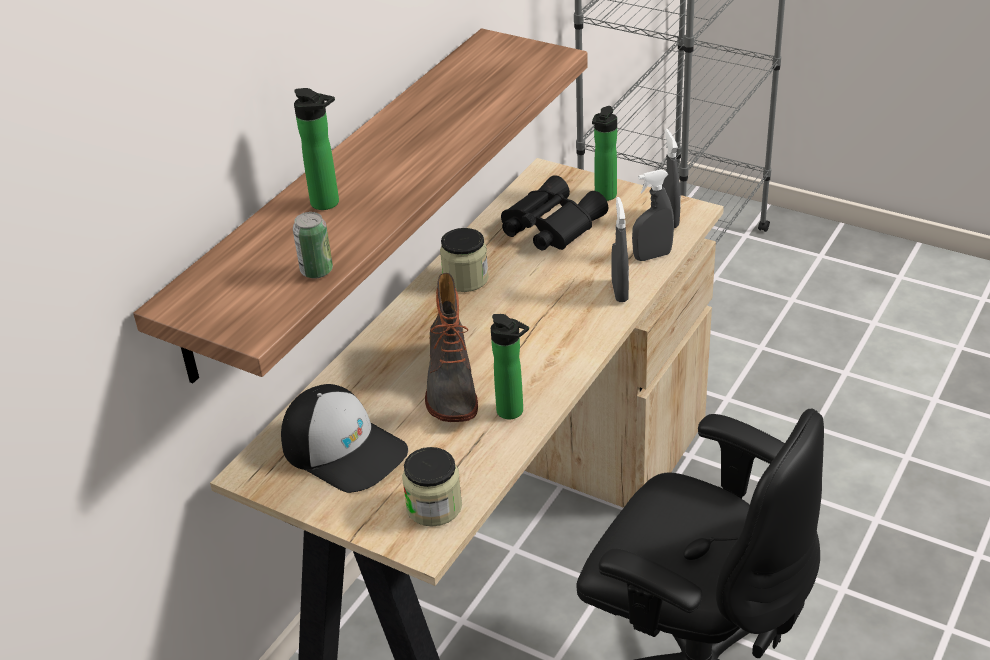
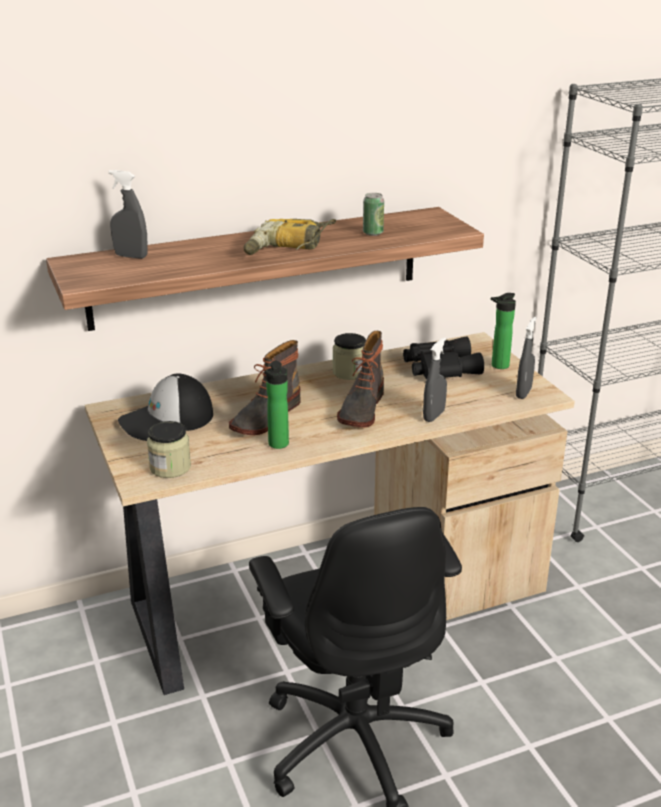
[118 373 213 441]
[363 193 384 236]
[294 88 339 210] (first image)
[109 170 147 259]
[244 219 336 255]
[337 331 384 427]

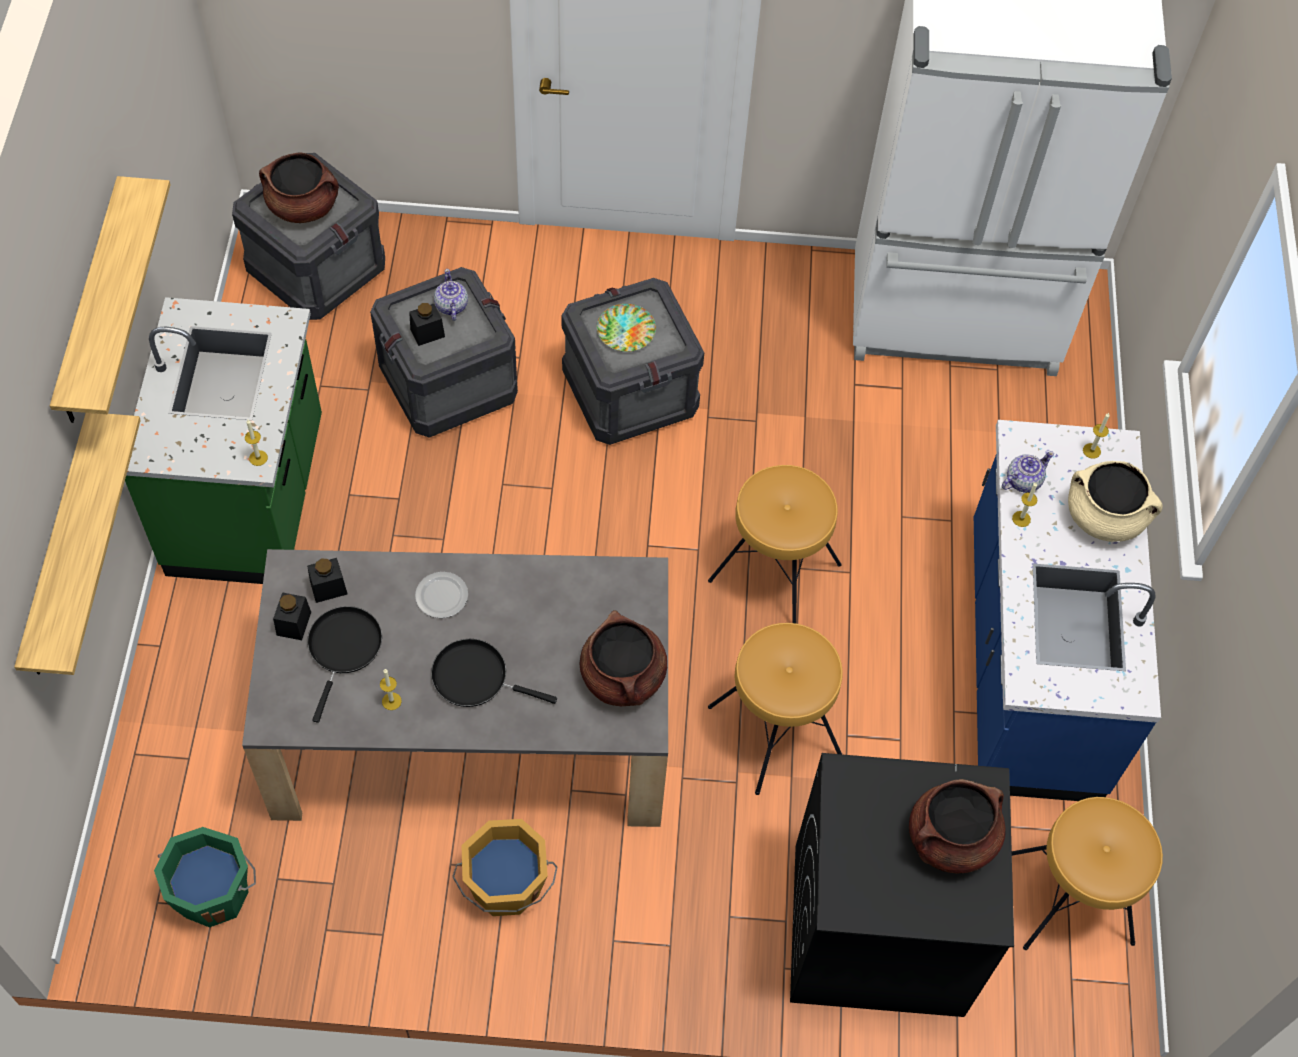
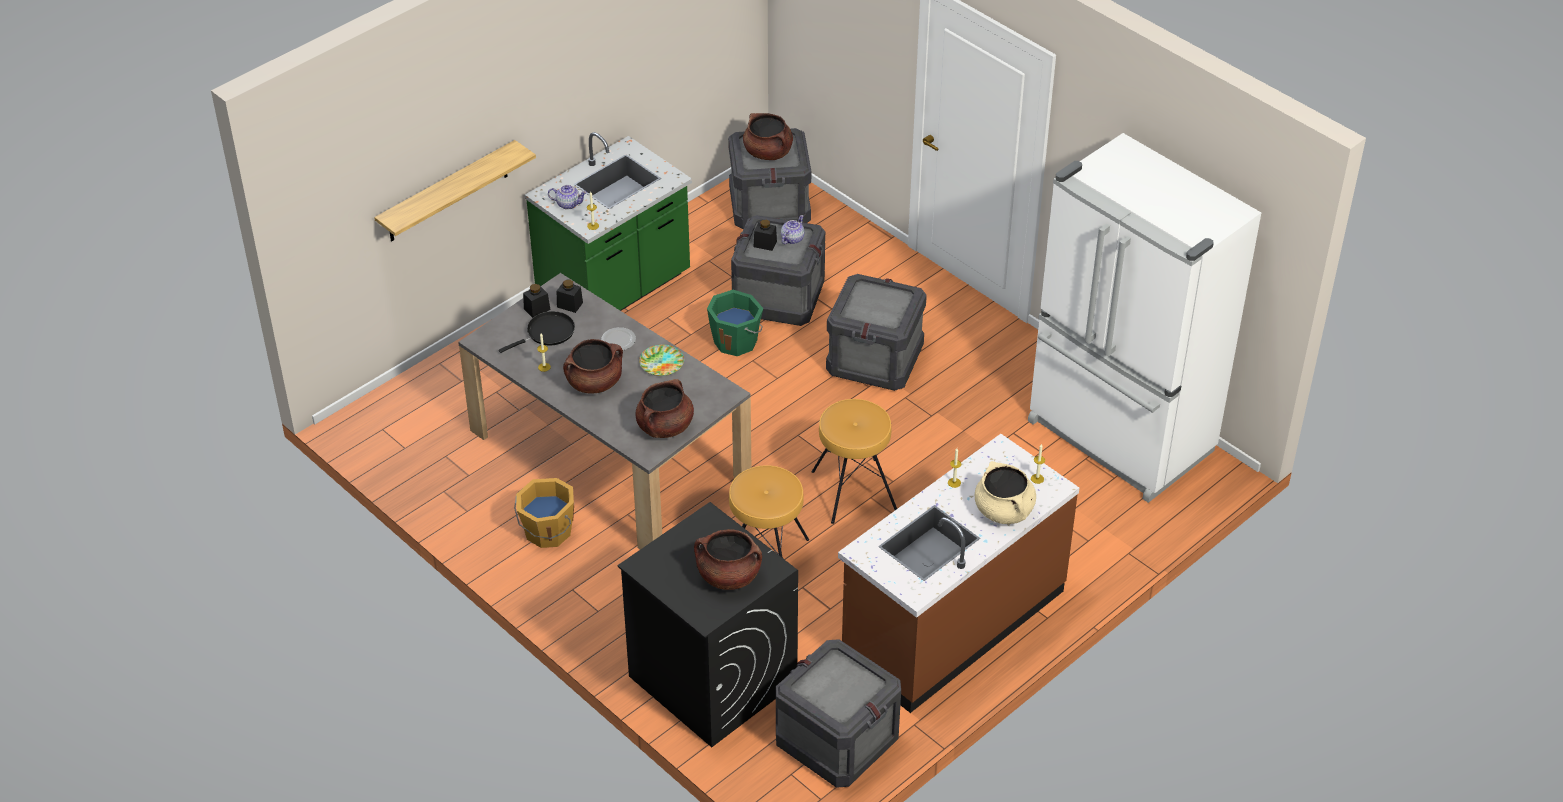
[50 176 171 423] (first image)
[707 290 764 356]
[563 339 623 394]
[639 345 684 376]
[838 434 1079 713]
[548 185 587 210]
[776 639 901 788]

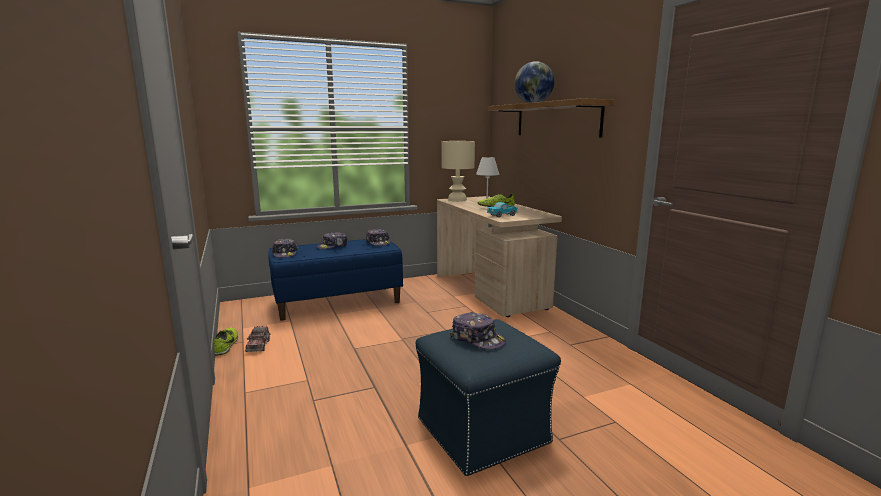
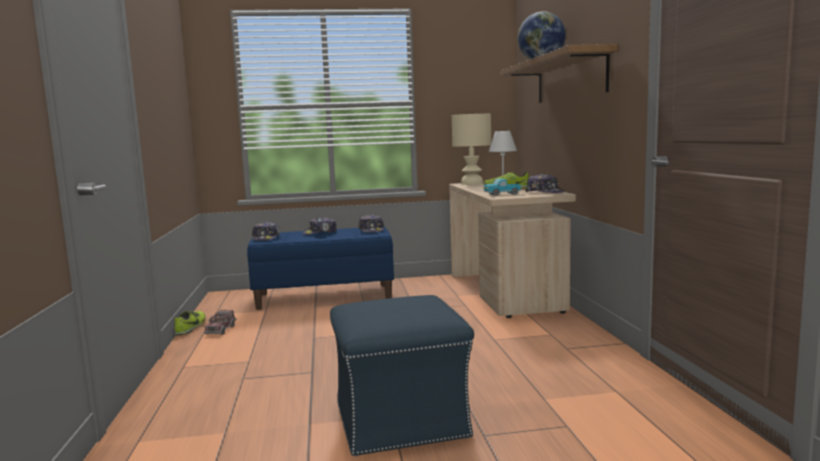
[525 174 565 193]

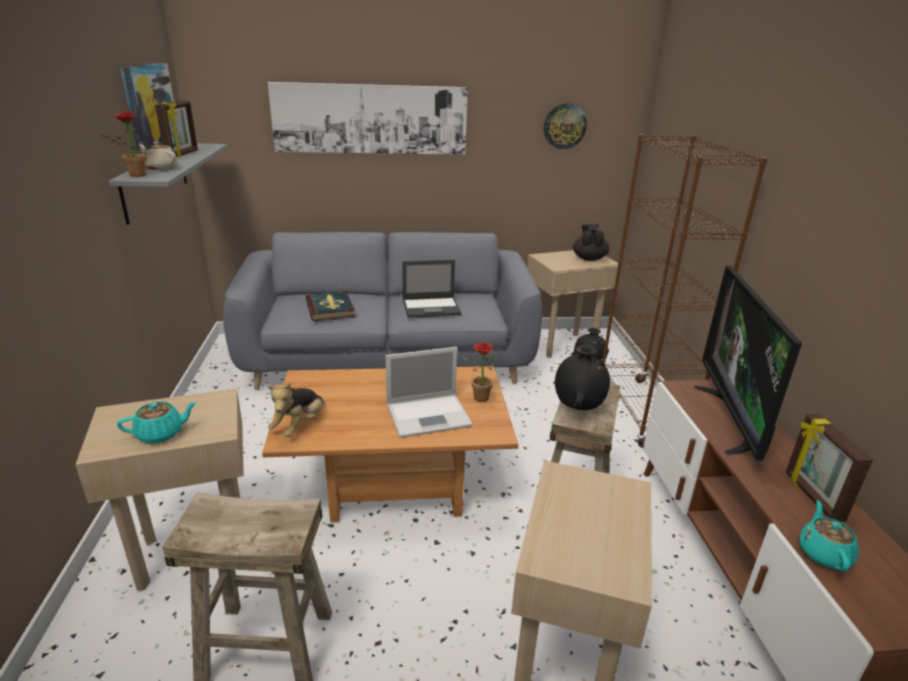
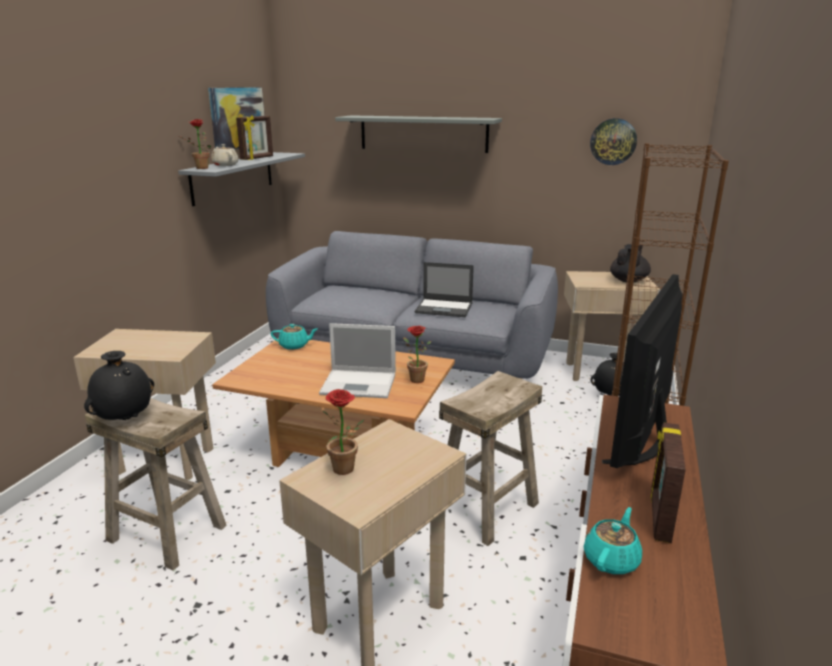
[271 324 317 350]
[267 382 324 437] (first image)
[335 115 502 153]
[306 291 355 321] (first image)
[84 351 154 420]
[322 389 365 475]

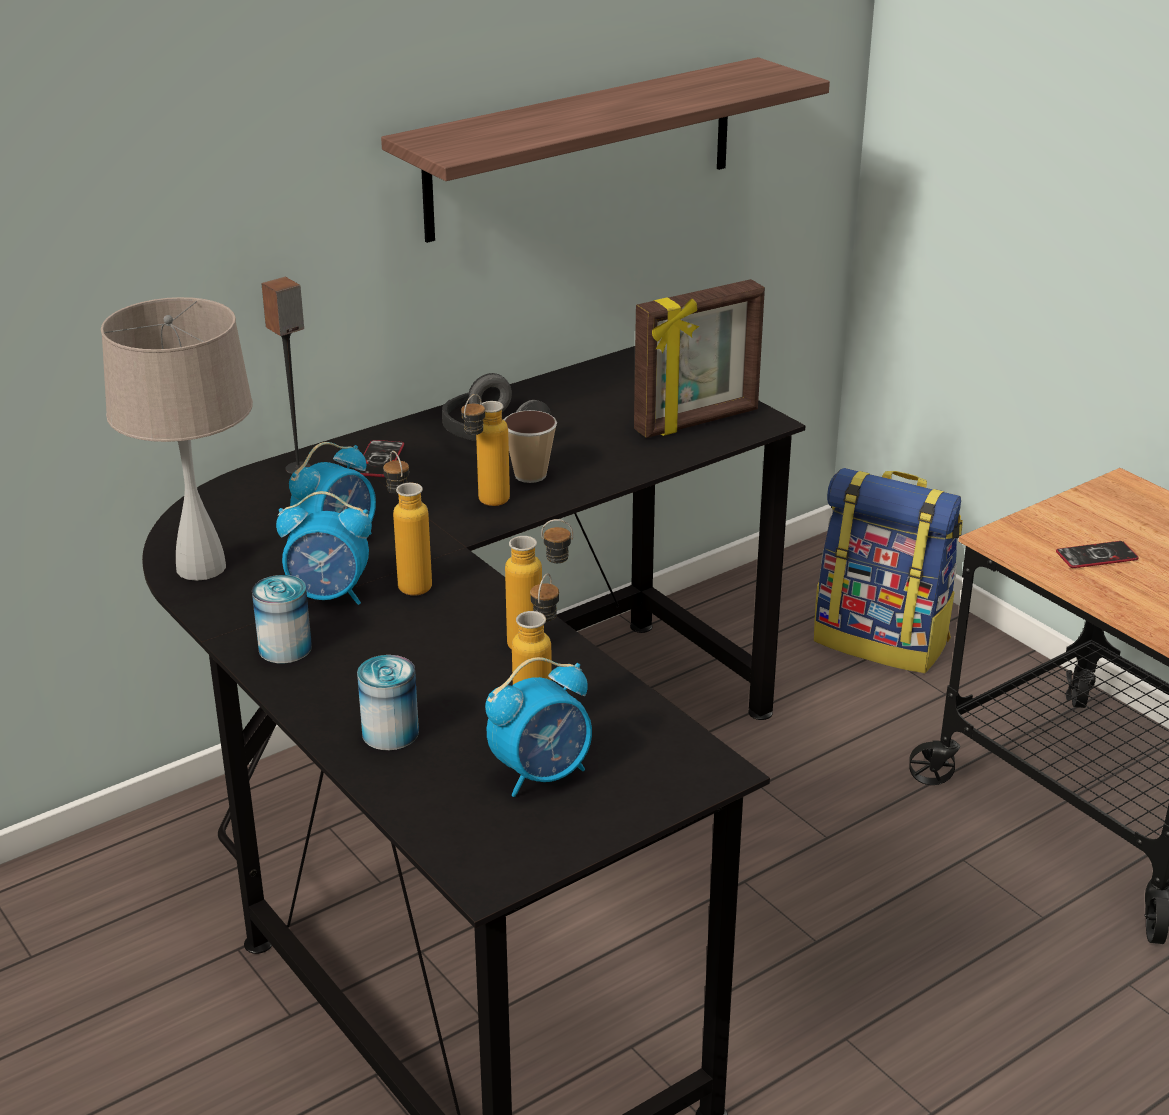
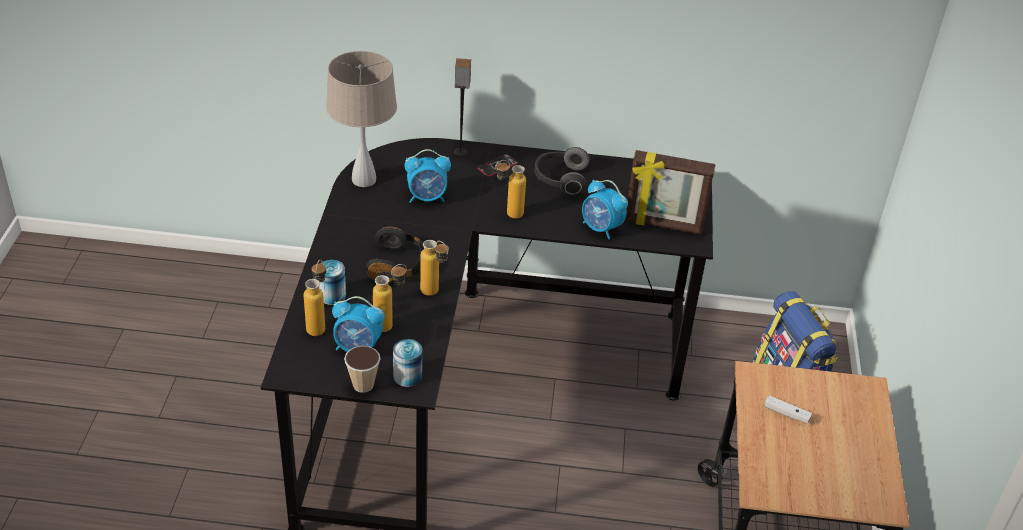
[393 339 422 387]
[582 180 628 239]
[381 57 830 243] (first image)
[304 259 326 336]
[344 346 381 393]
[765 395 812 424]
[366 226 424 282]

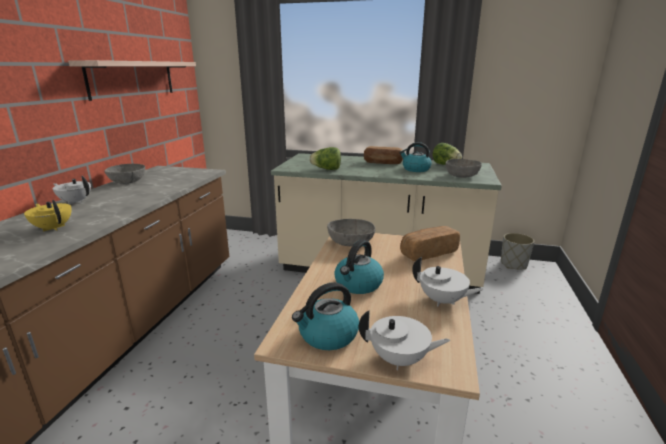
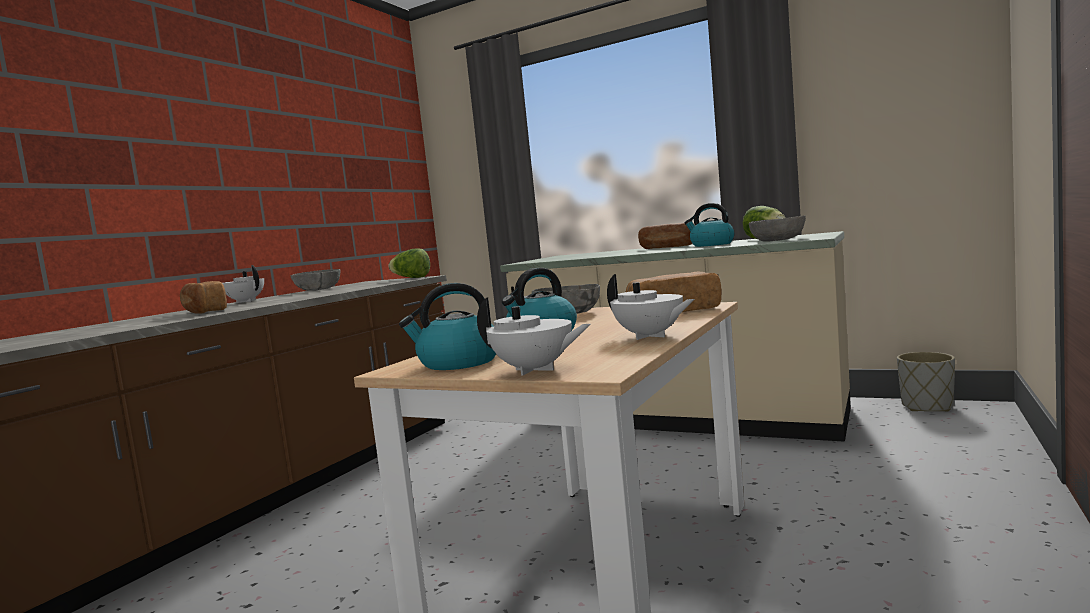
[180 281 227 314]
[68 60 196 101] (first image)
[389 248 430 278]

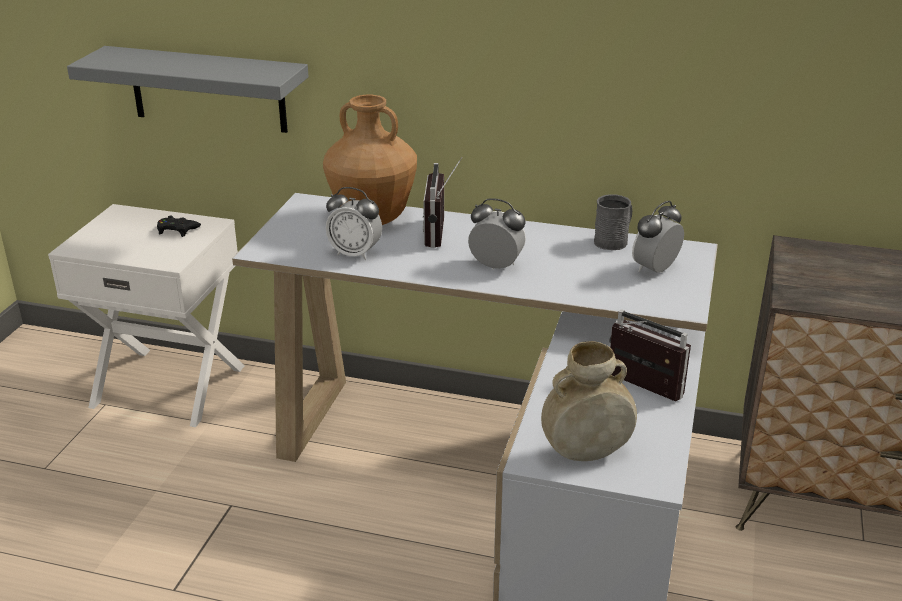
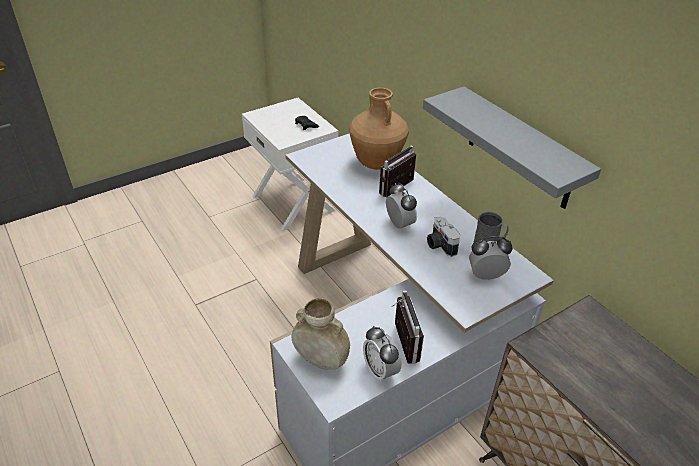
[423 86 601 209]
[363 326 402 383]
[427 216 460 257]

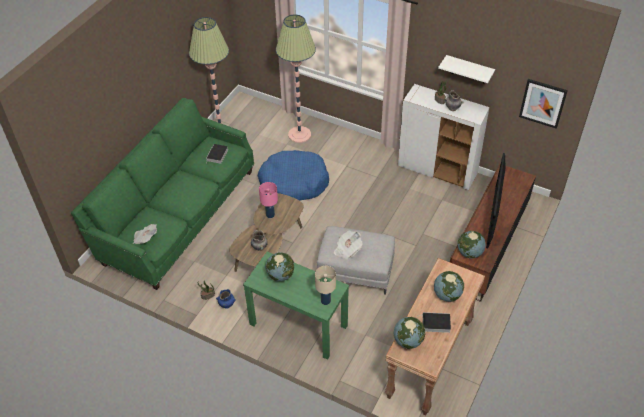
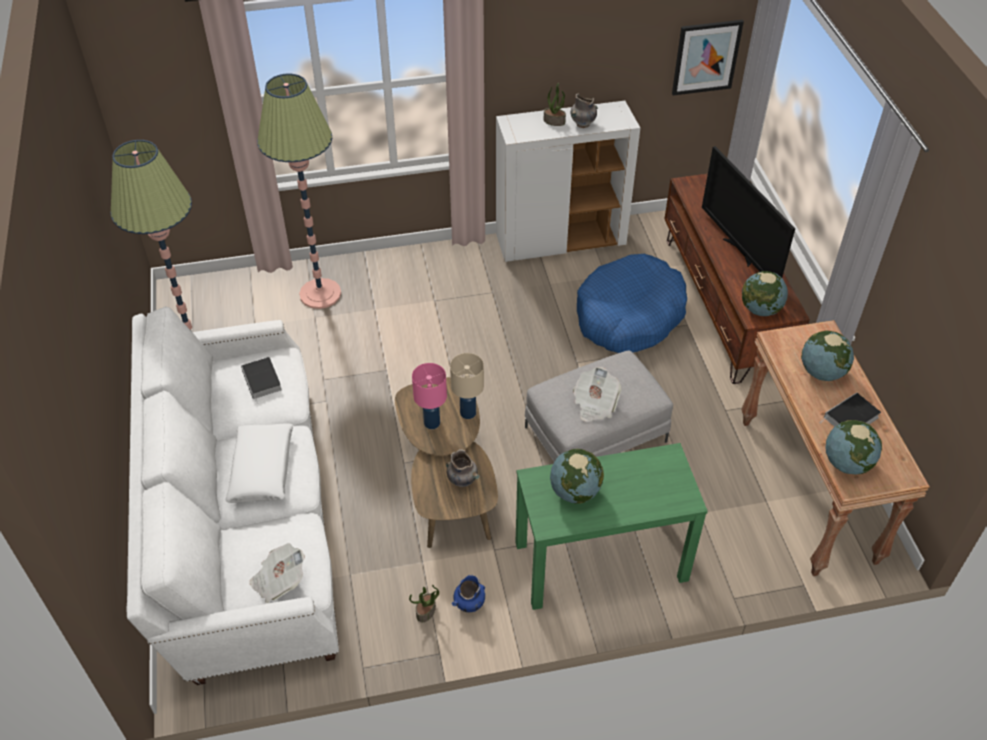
[127 306 339 685]
[577 254 687 353]
[450 353 484 419]
[438 55 495 84] (first image)
[225 423 293 503]

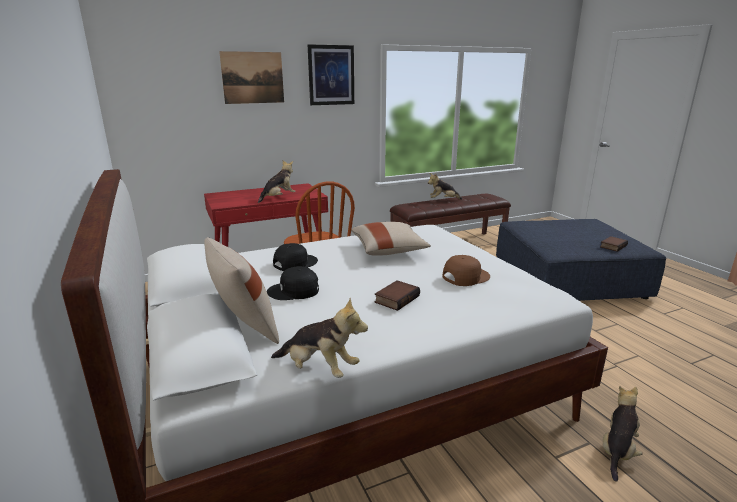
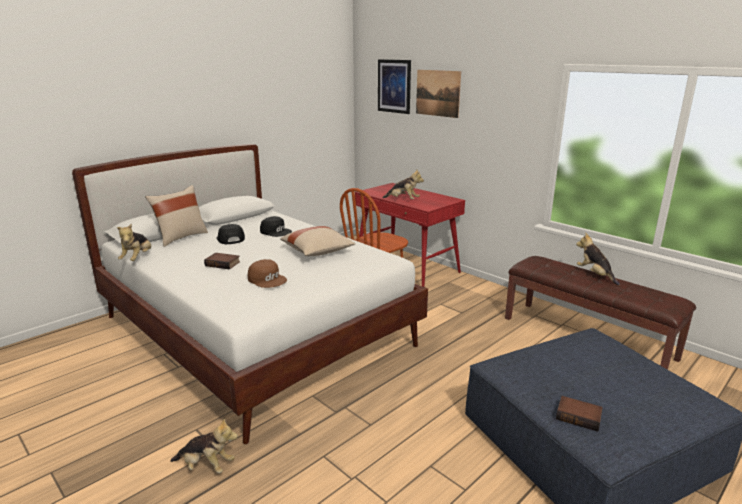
[378 59 411 114]

